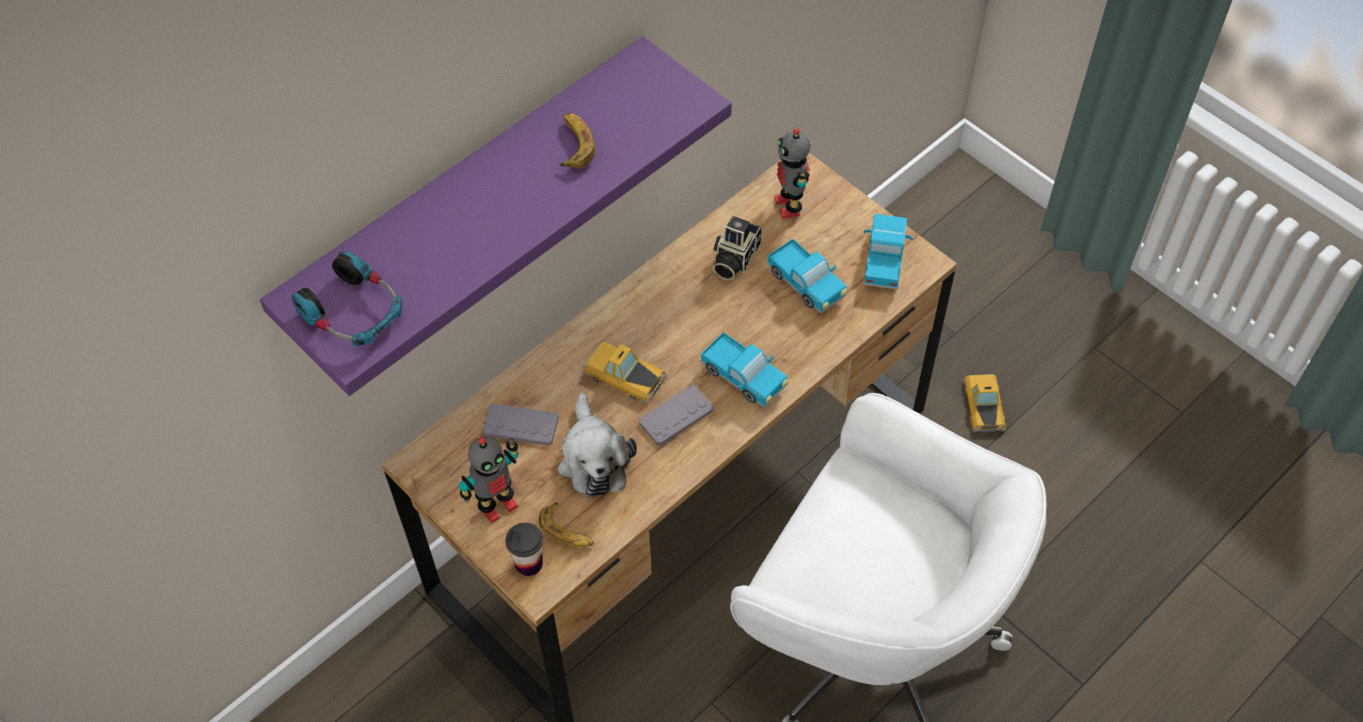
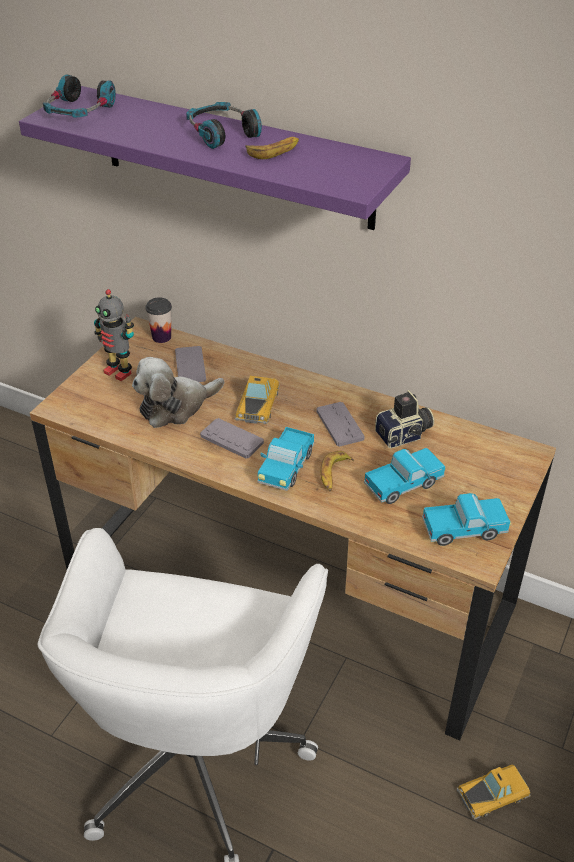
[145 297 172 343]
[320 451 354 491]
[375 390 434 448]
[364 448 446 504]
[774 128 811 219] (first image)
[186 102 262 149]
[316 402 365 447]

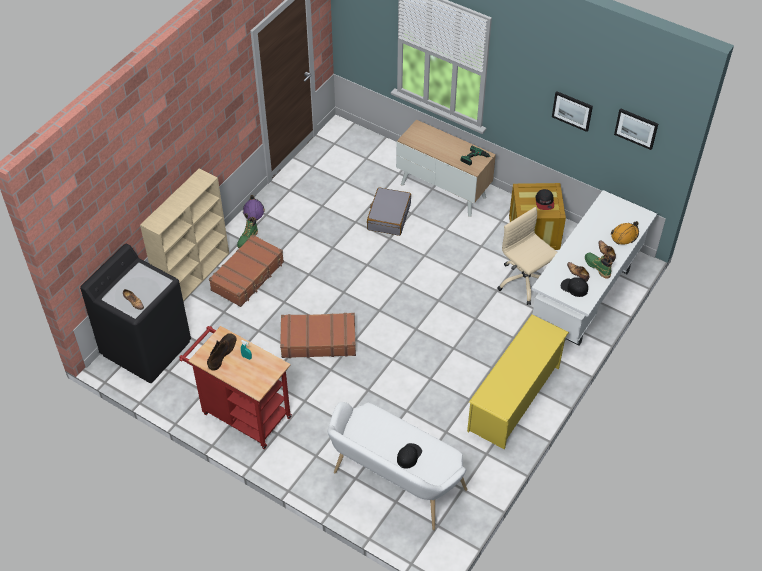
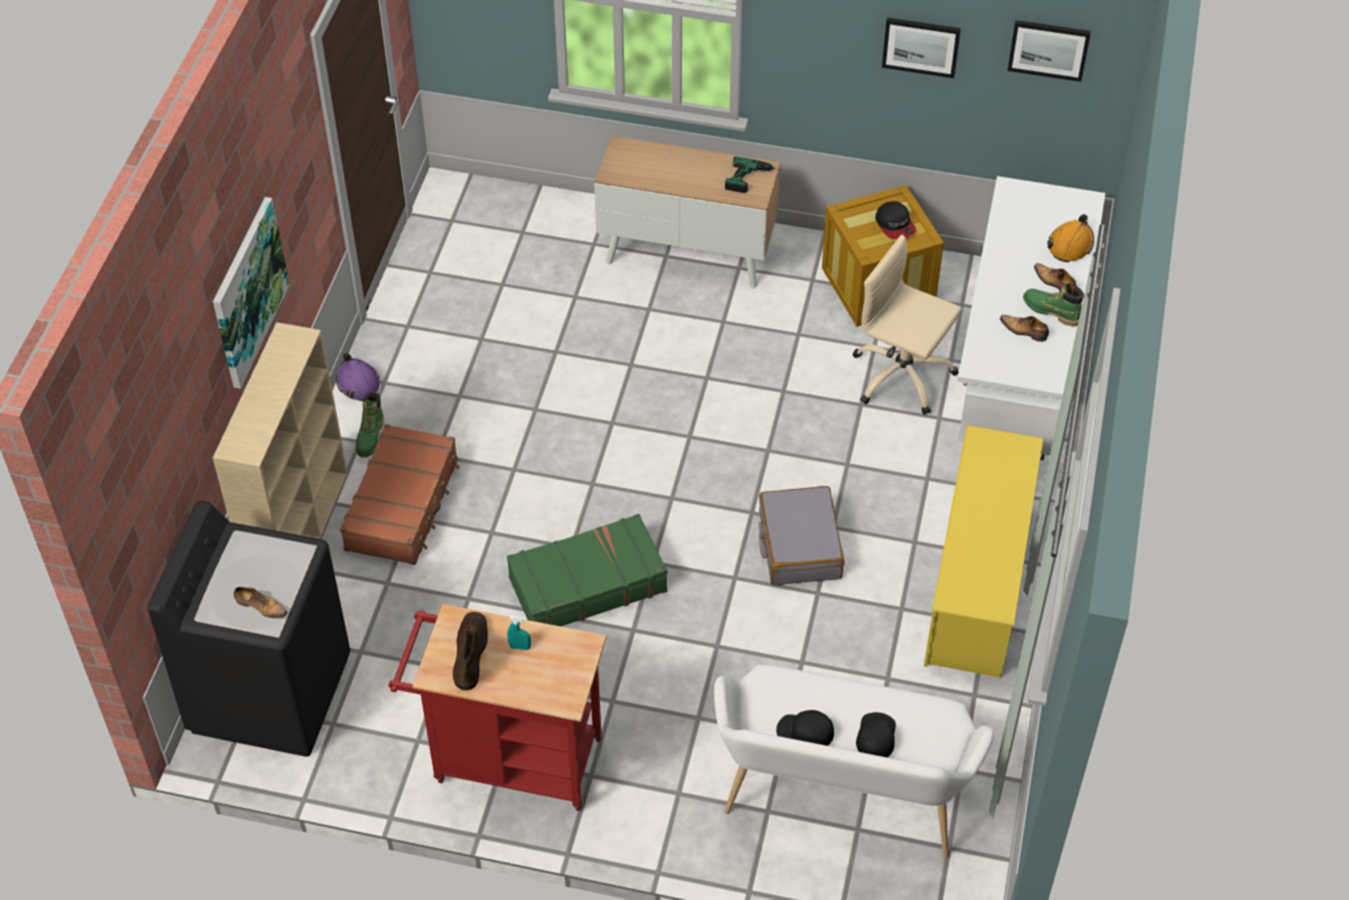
[507 514 668 626]
[759 486 844 585]
[776 710 834 746]
[213 197 290 389]

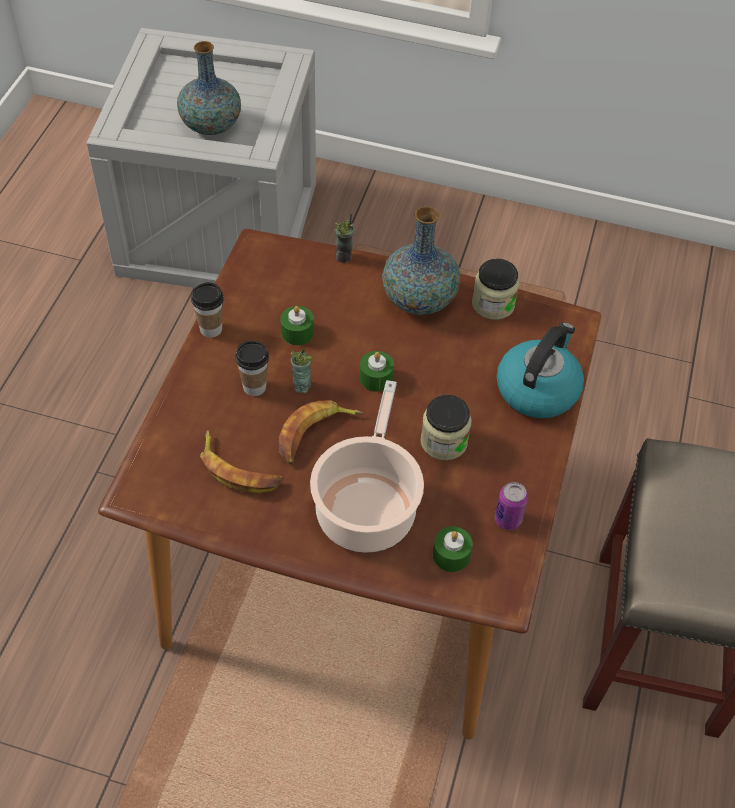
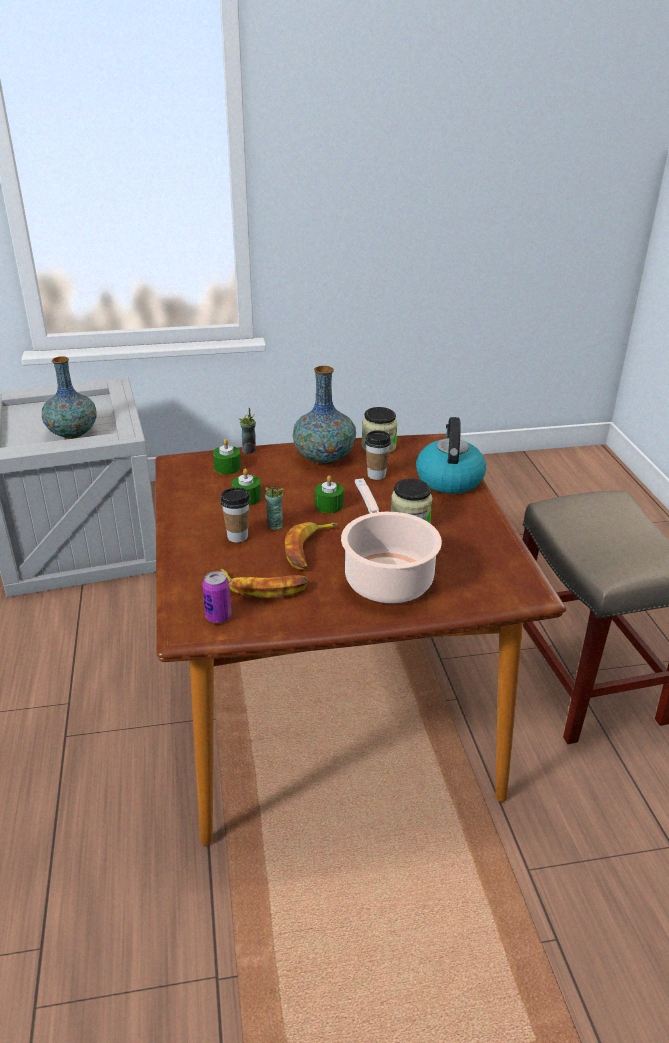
[365 430 391 480]
[213 439 241 474]
[202 571 231 623]

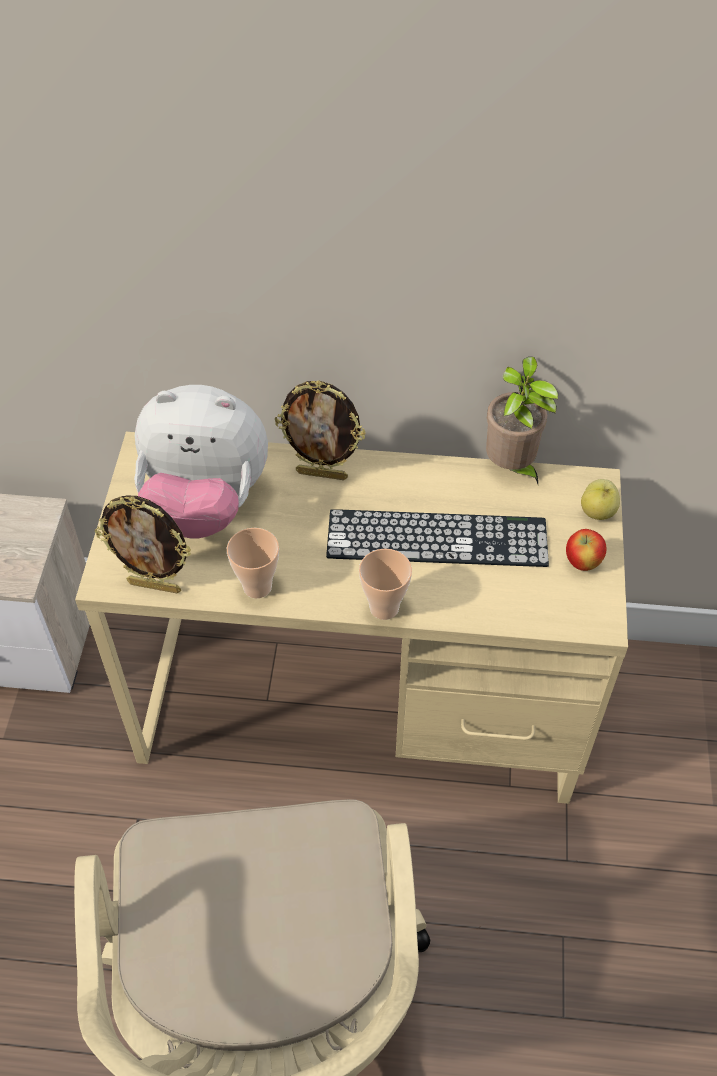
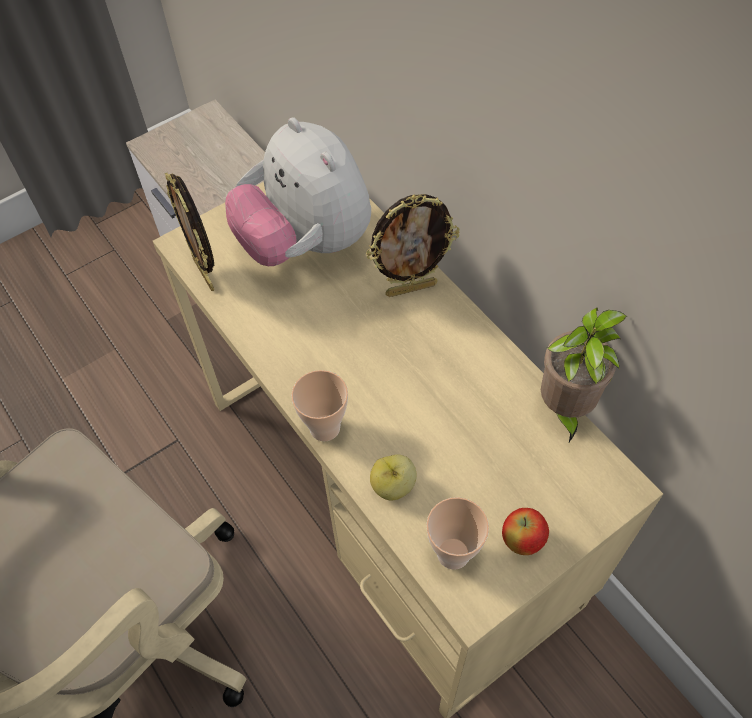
[426 497 489 570]
[366 194 460 297]
[326 509 549 567] (first image)
[370 454 417 501]

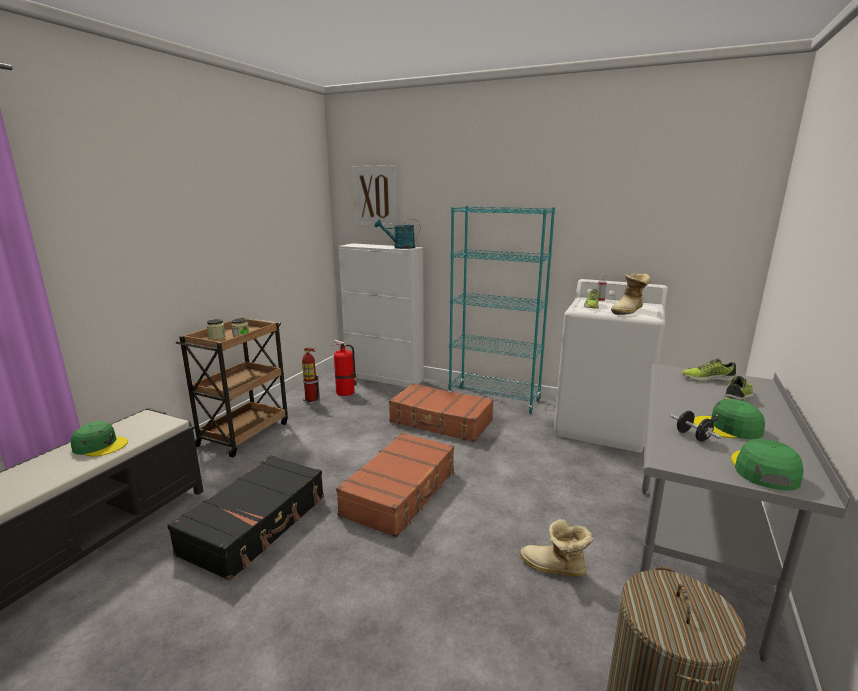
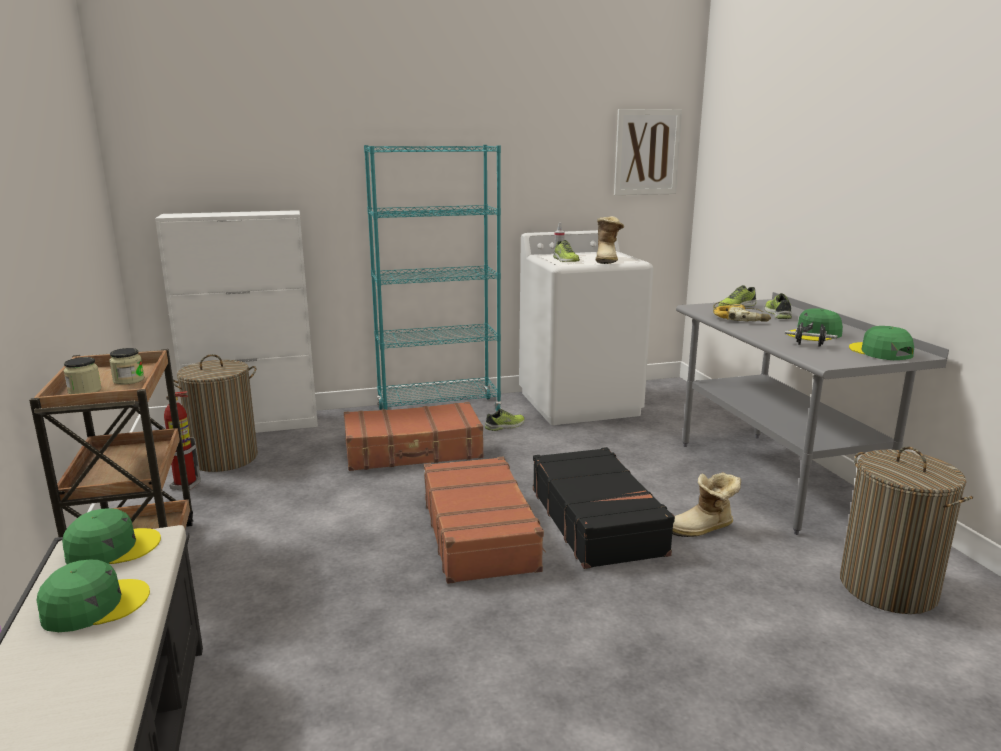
[533 447 675 569]
[173 354 258 472]
[614 109 682 195]
[374 219 420 249] (first image)
[62 508 161 564]
[485 409 524 431]
[713 302 771 322]

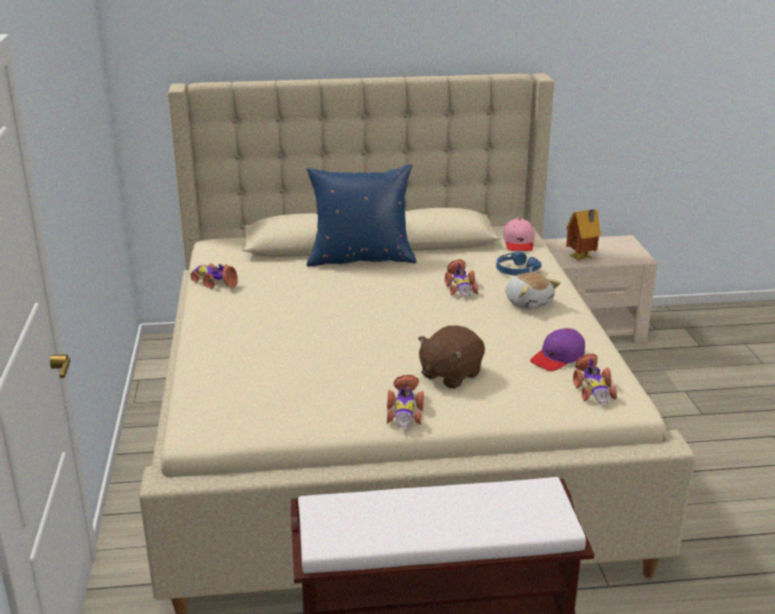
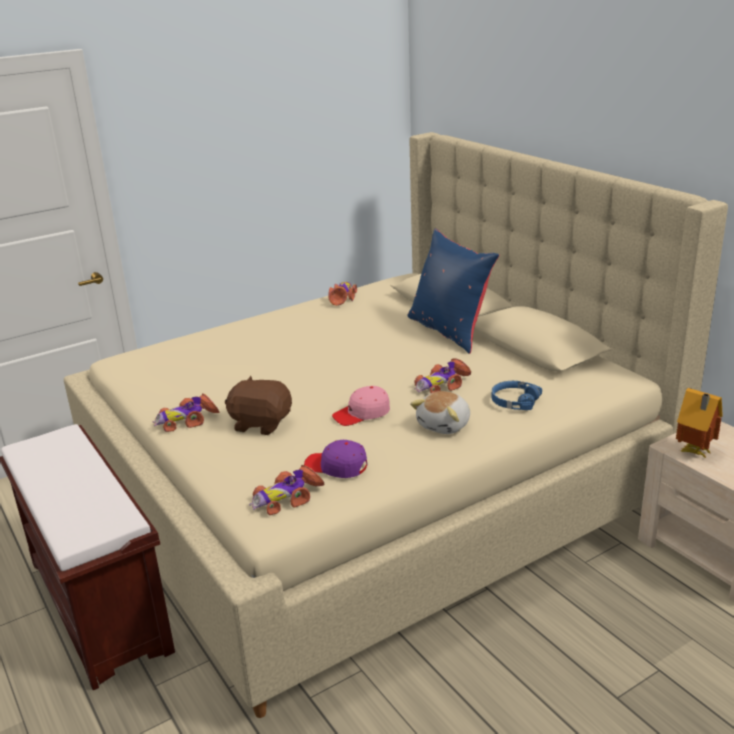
[332 386 390 426]

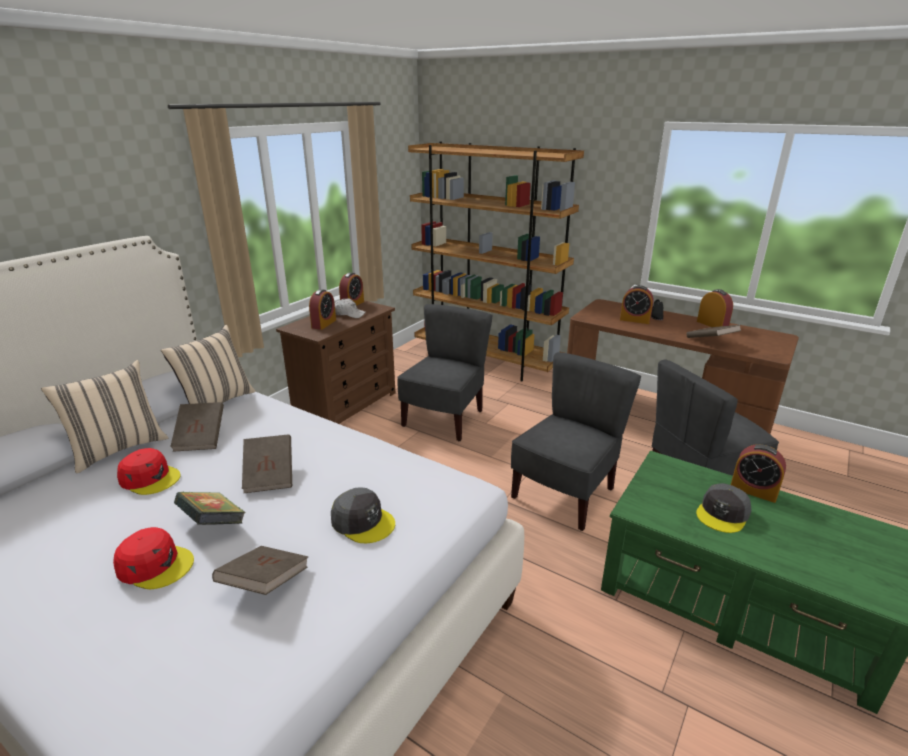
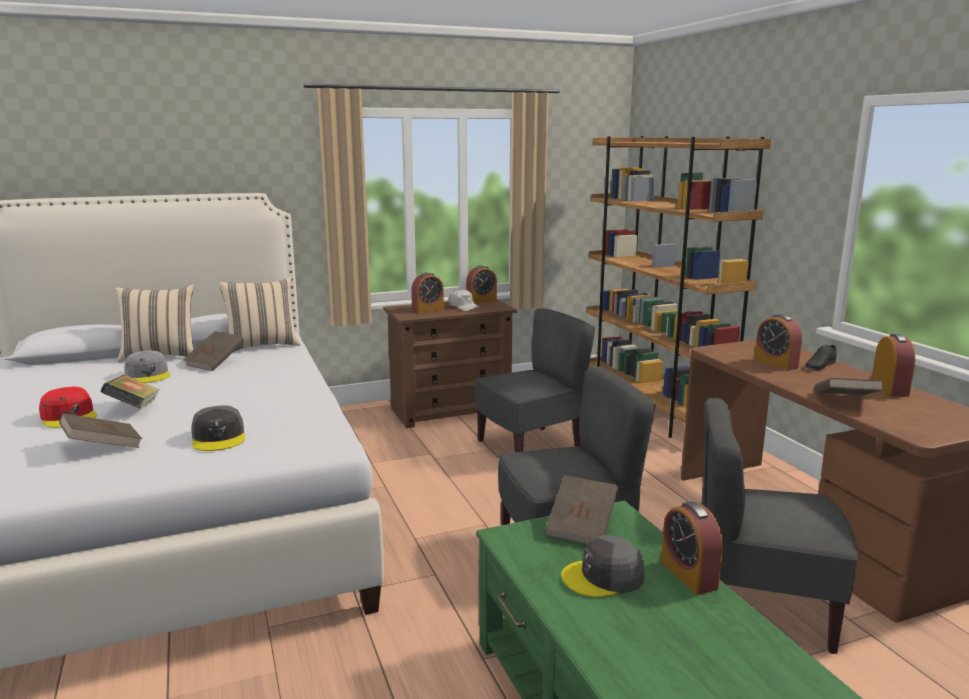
[124 350 170 383]
[545 475 618 544]

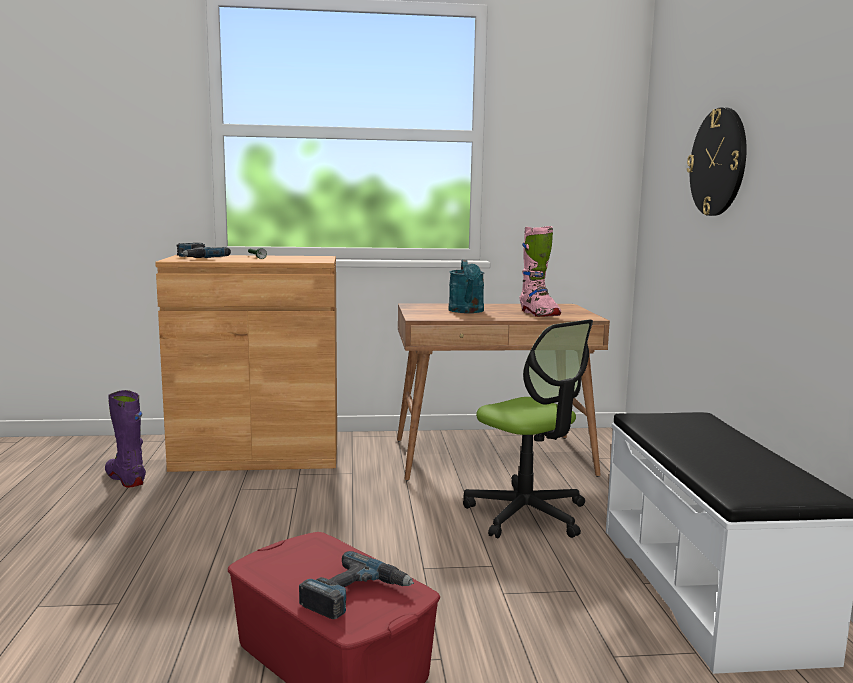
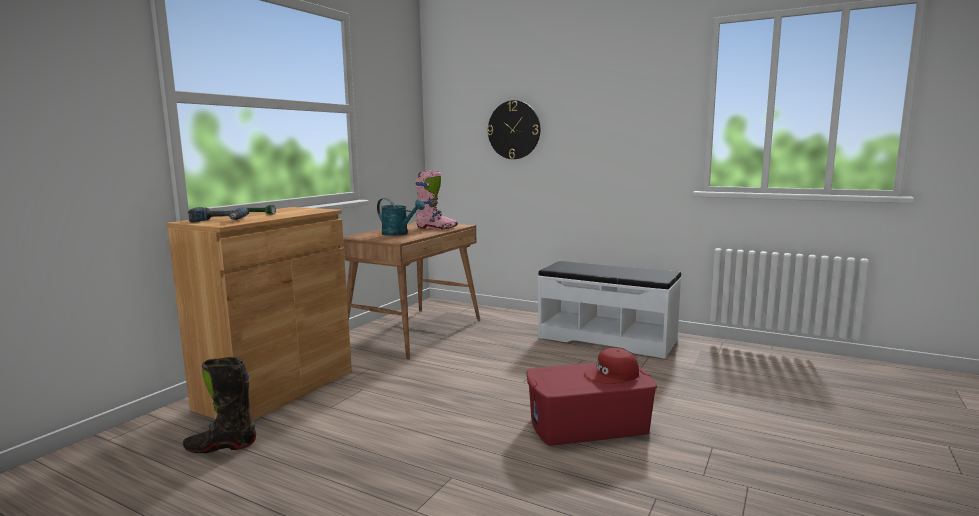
[183 357 256 453]
[584 348 639 384]
[463 319 593 538] (first image)

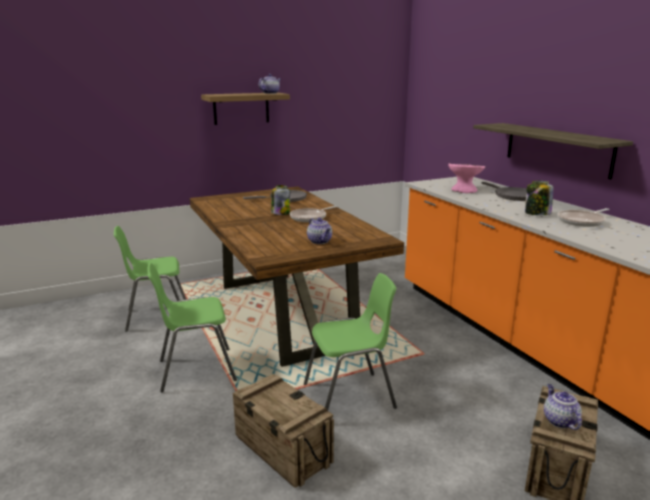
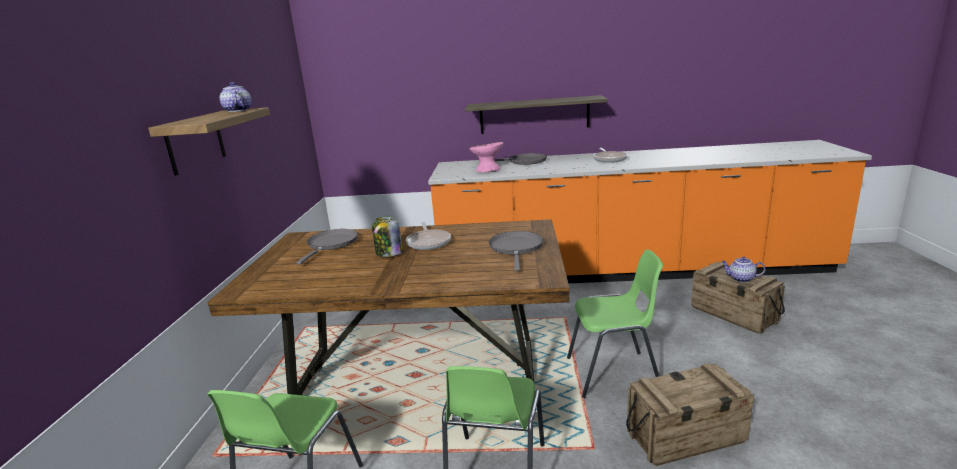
[567 249 663 399]
[489 231 543 271]
[525 181 553 215] (first image)

